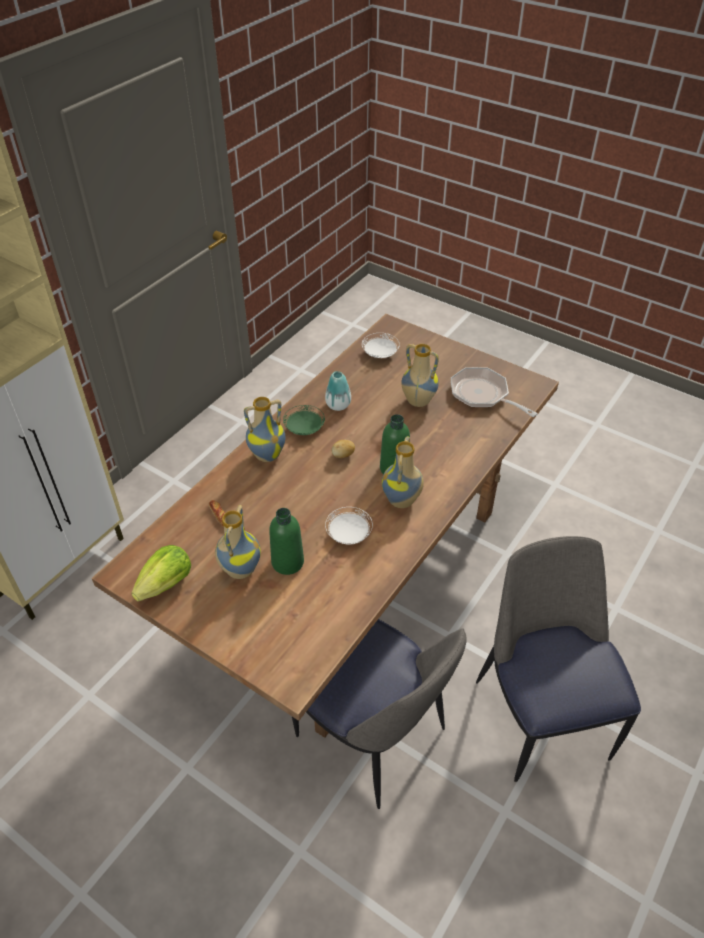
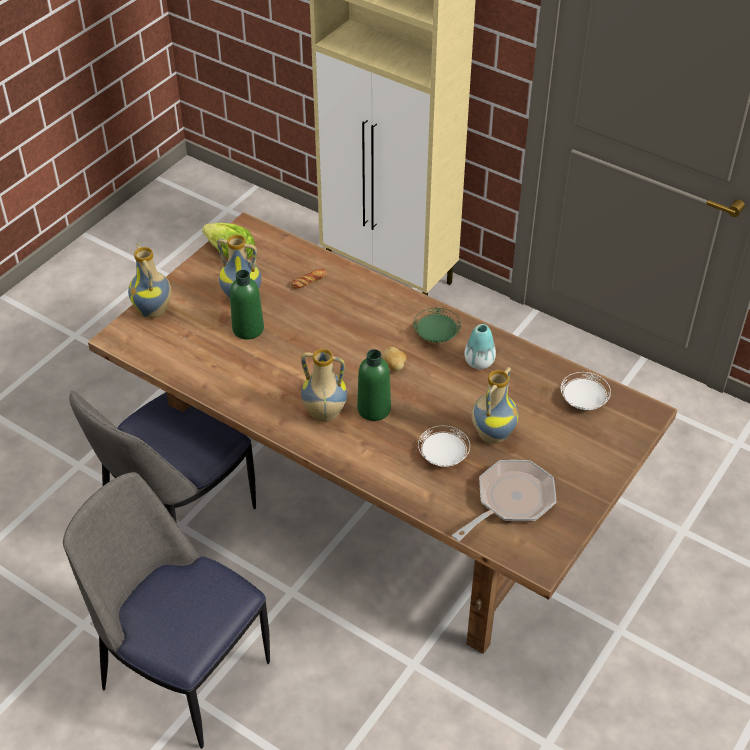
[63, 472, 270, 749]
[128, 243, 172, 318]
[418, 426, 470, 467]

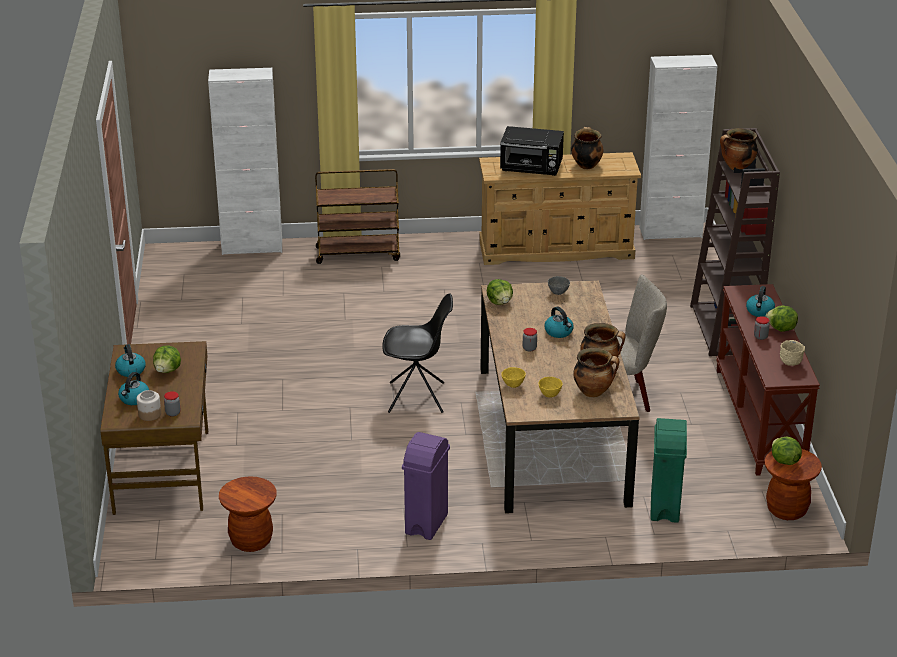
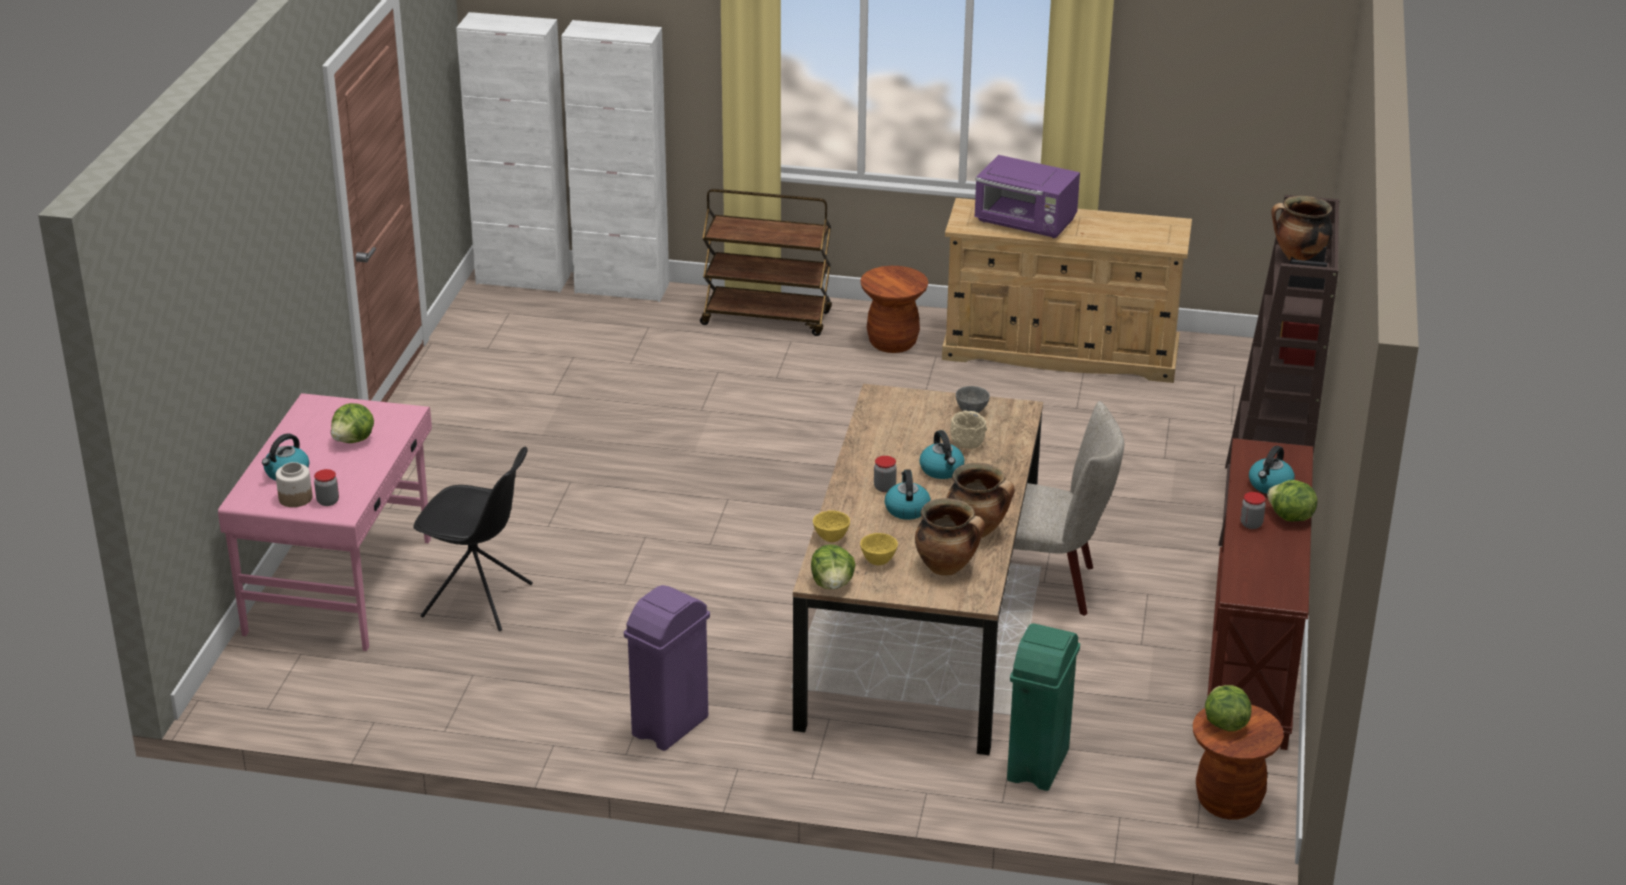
[218, 393, 432, 651]
[414, 446, 533, 631]
[456, 12, 571, 293]
[811, 544, 856, 590]
[860, 266, 928, 353]
[885, 469, 931, 520]
[950, 410, 987, 449]
[974, 155, 1080, 238]
[571, 127, 603, 169] (first image)

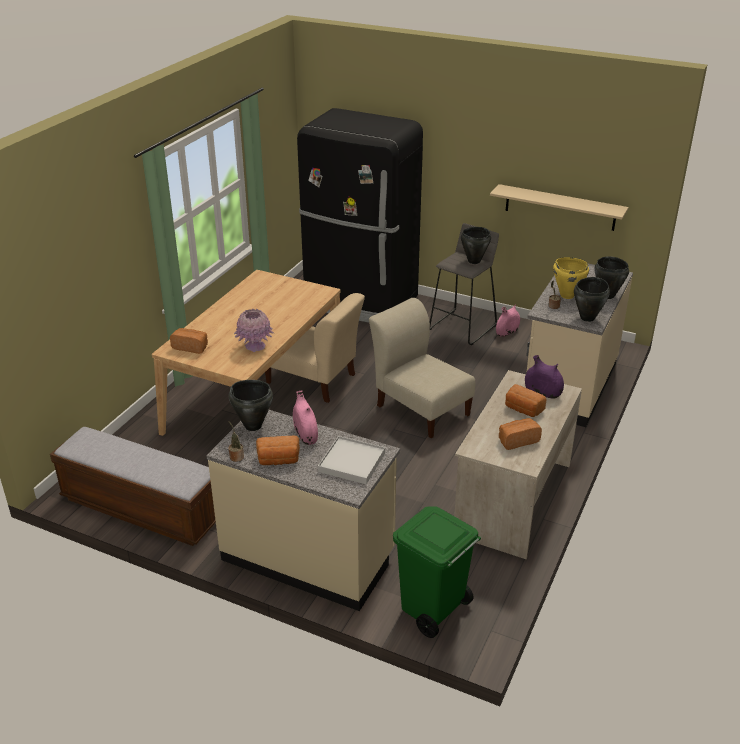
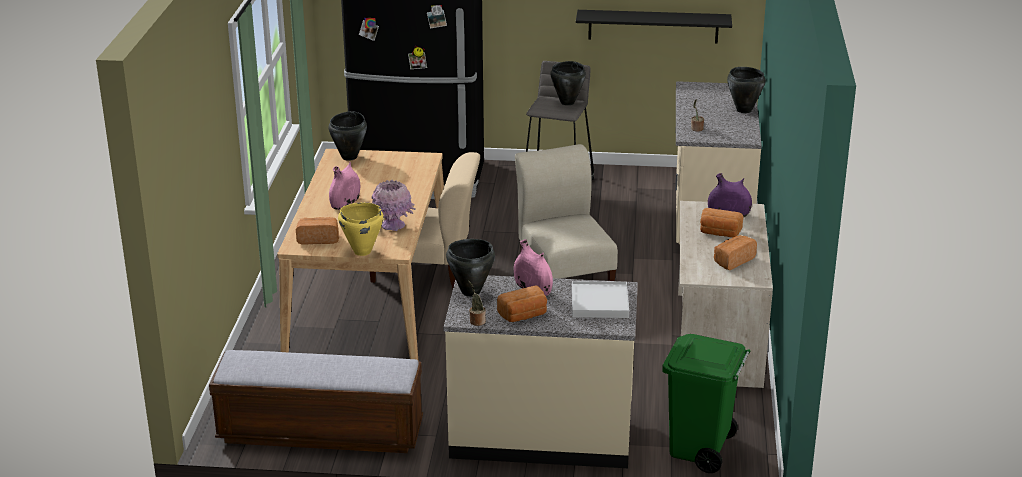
[329, 111, 367, 161]
[329, 162, 360, 210]
[338, 203, 384, 256]
[515, 144, 618, 281]
[576, 10, 732, 44]

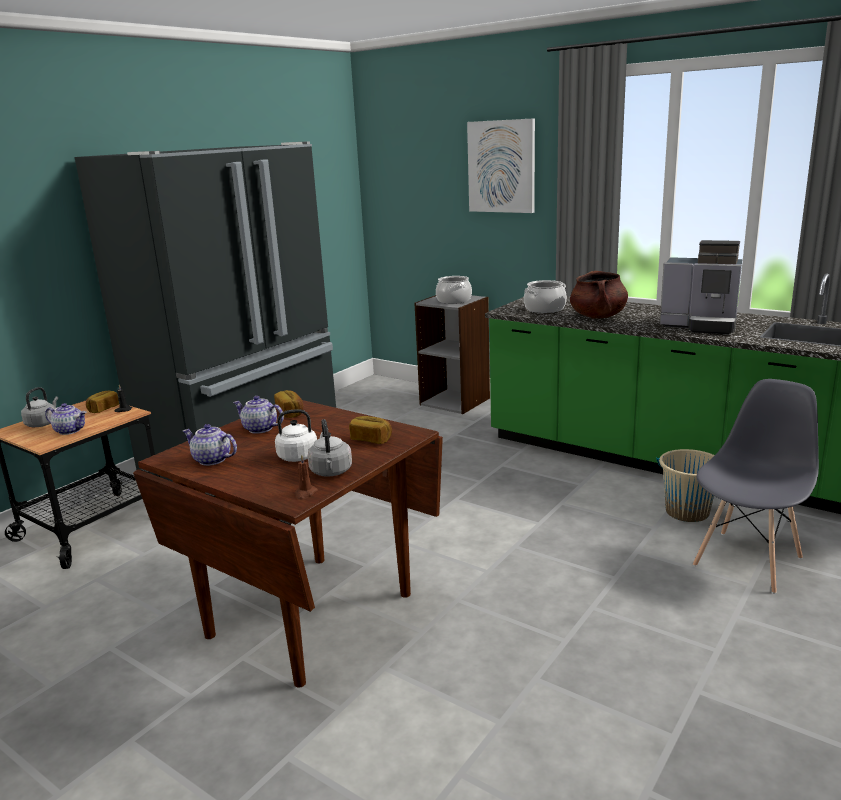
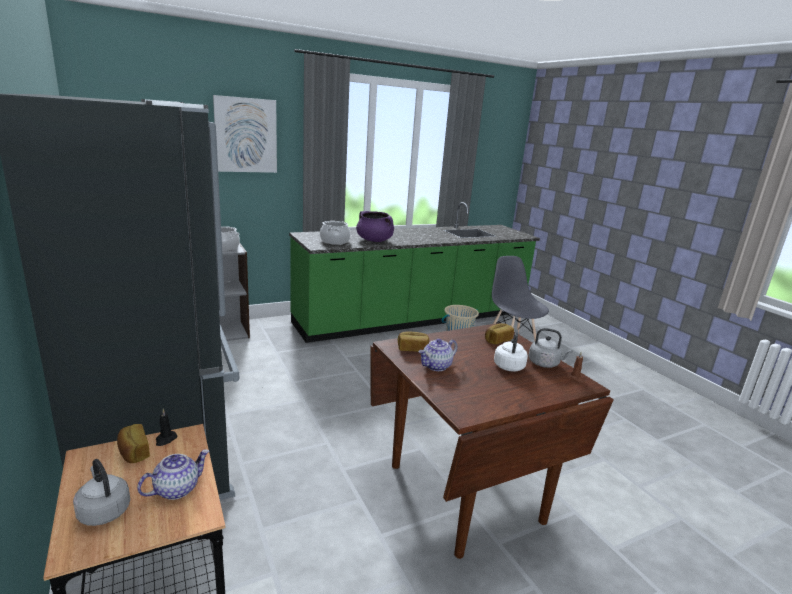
[356, 211, 394, 242]
[183, 424, 237, 466] (first image)
[660, 240, 742, 334] (first image)

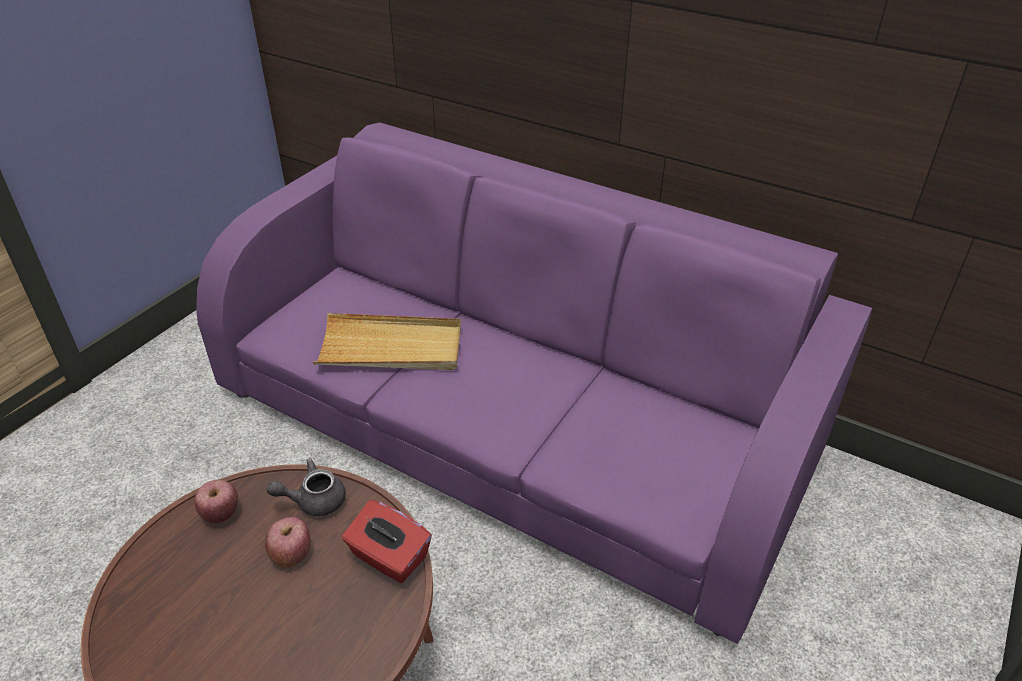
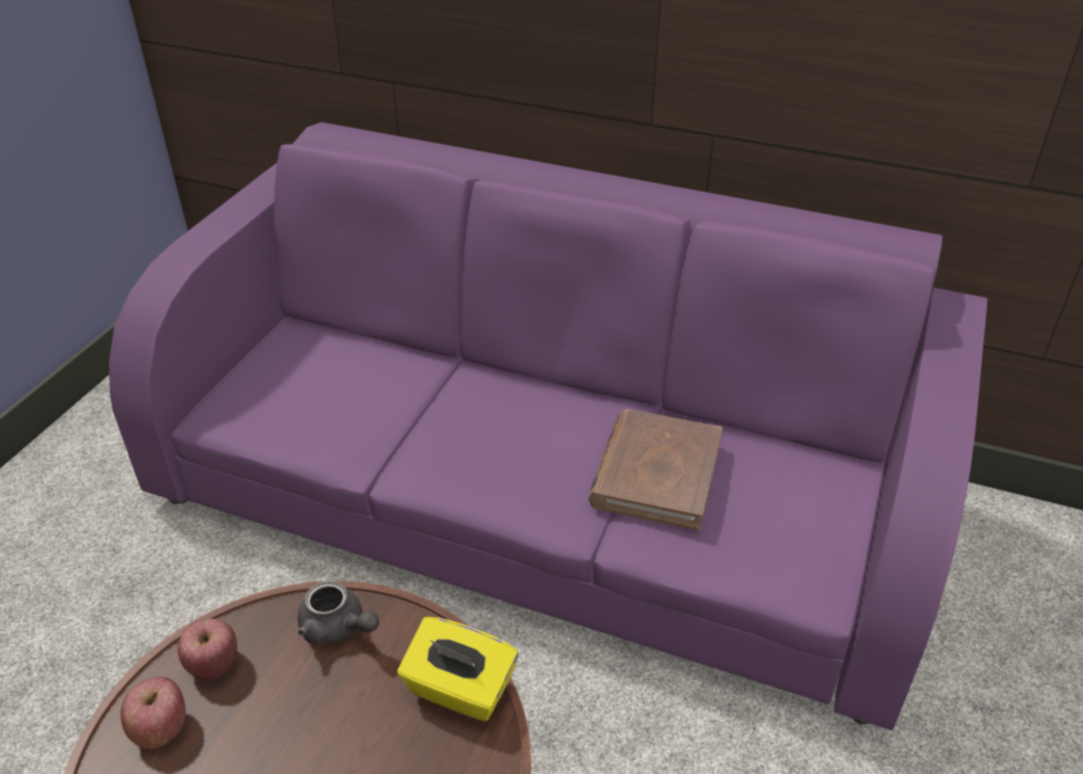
[120, 676, 186, 749]
[297, 581, 379, 644]
[398, 617, 518, 722]
[588, 409, 723, 531]
[313, 313, 461, 370] (first image)

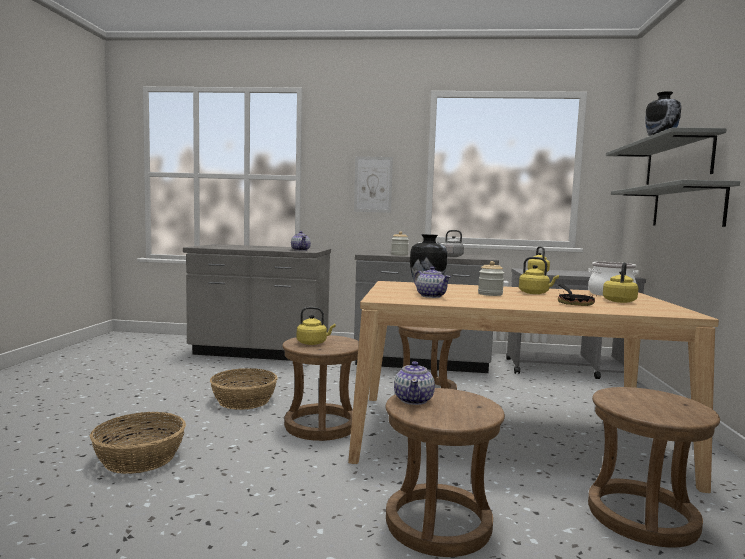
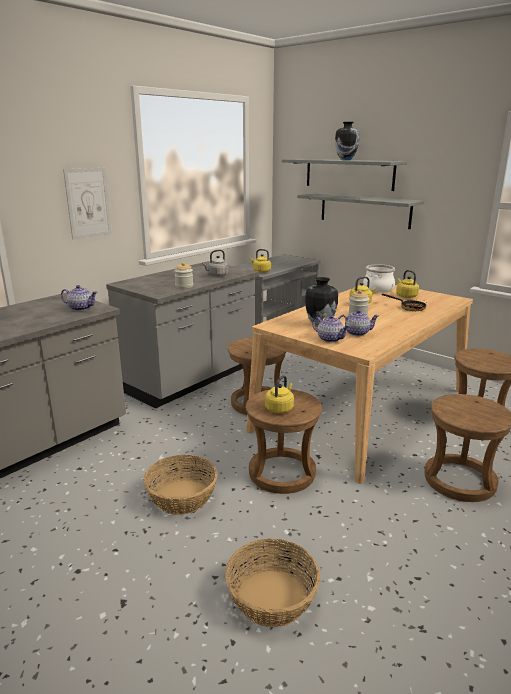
[312, 315, 350, 343]

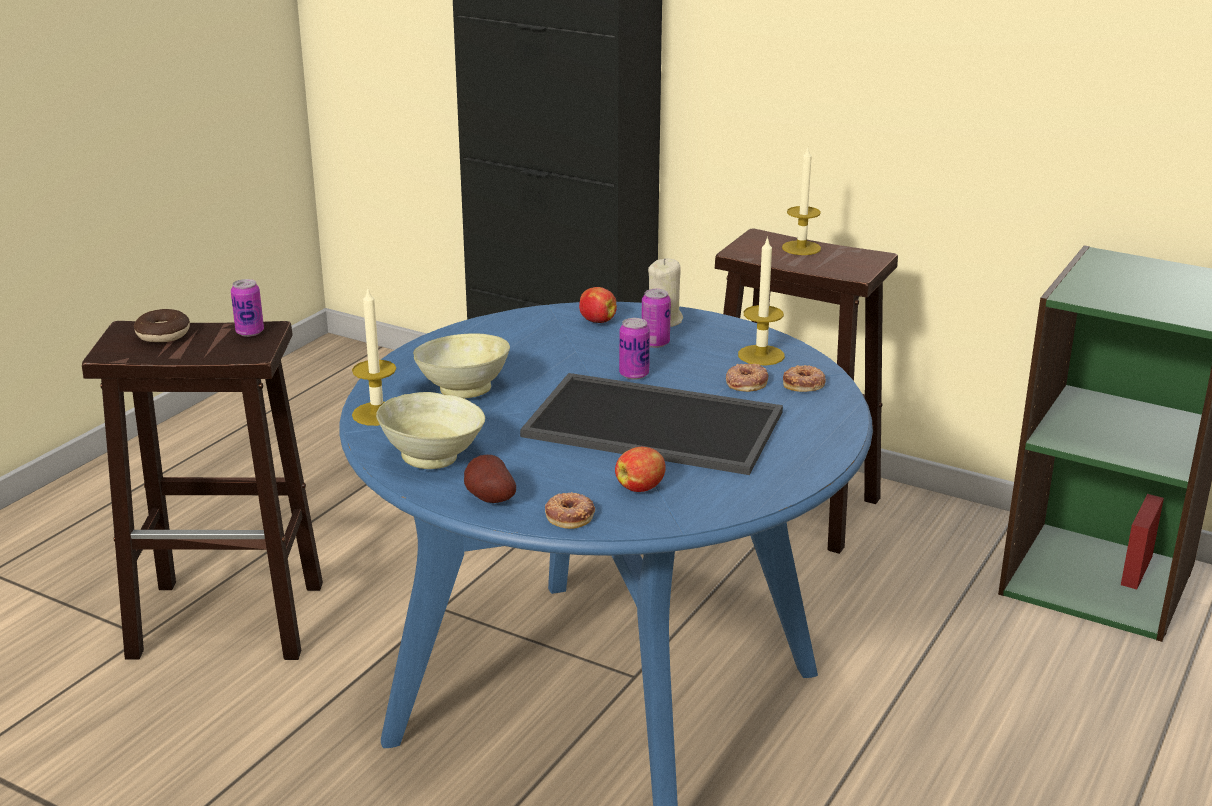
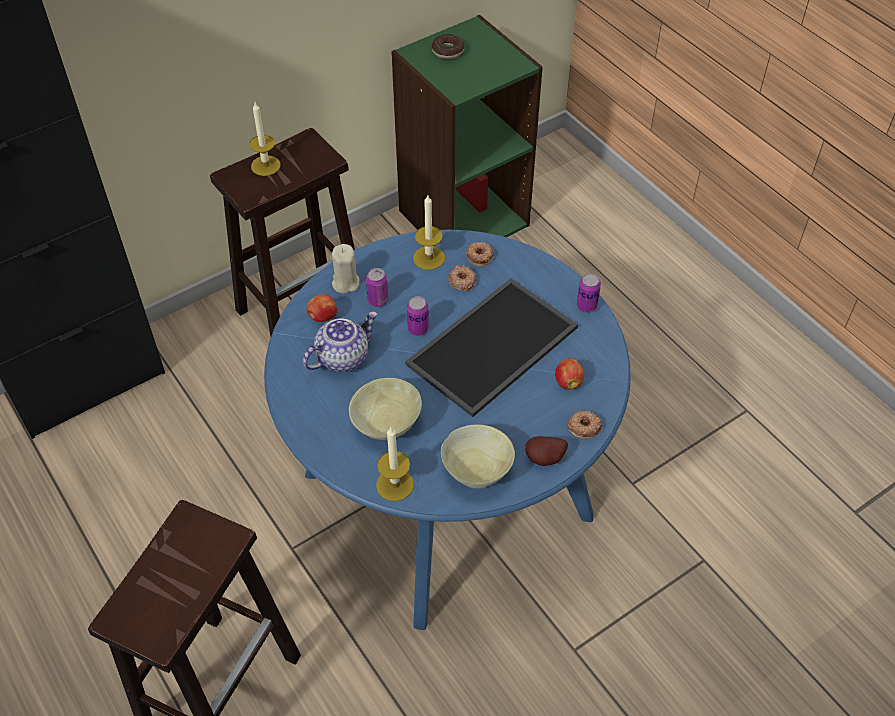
[303, 311, 377, 372]
[431, 34, 464, 59]
[577, 273, 601, 313]

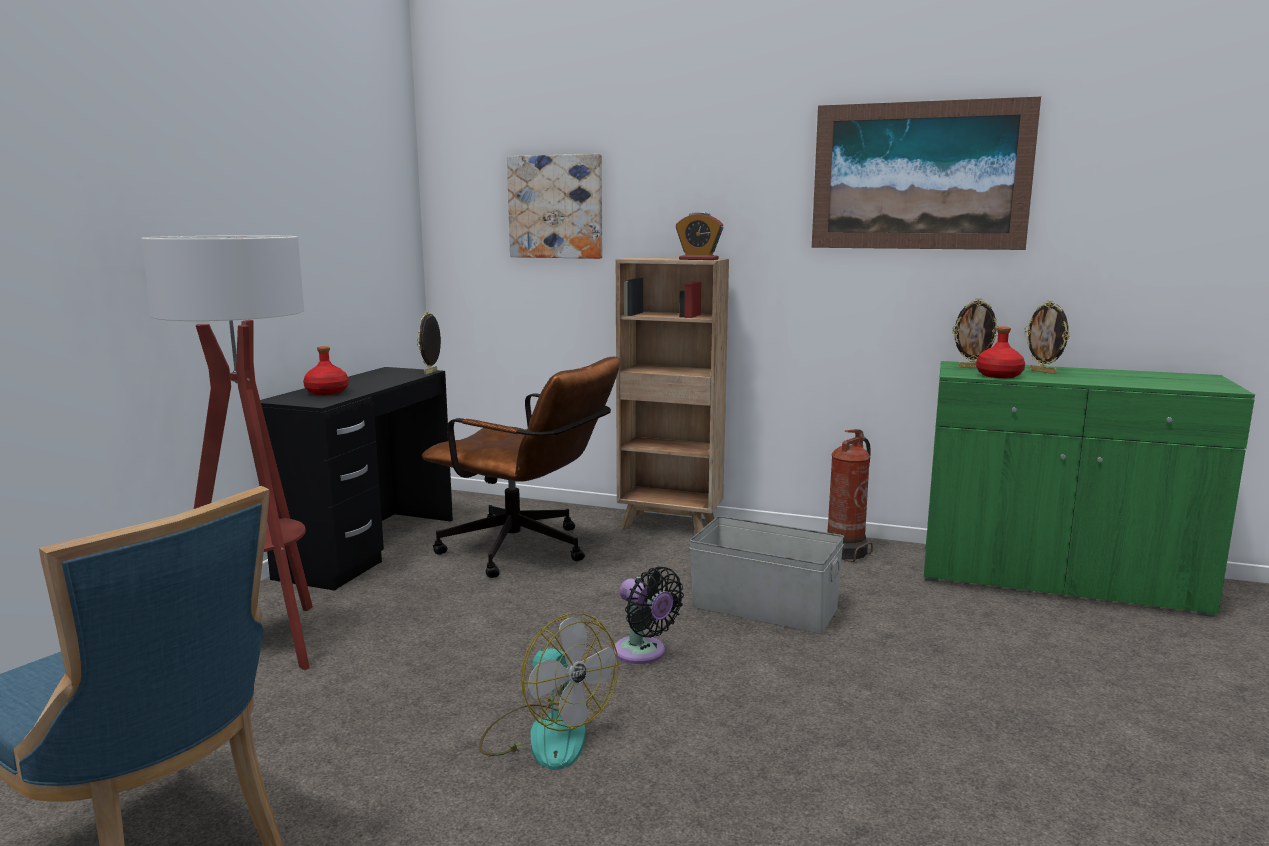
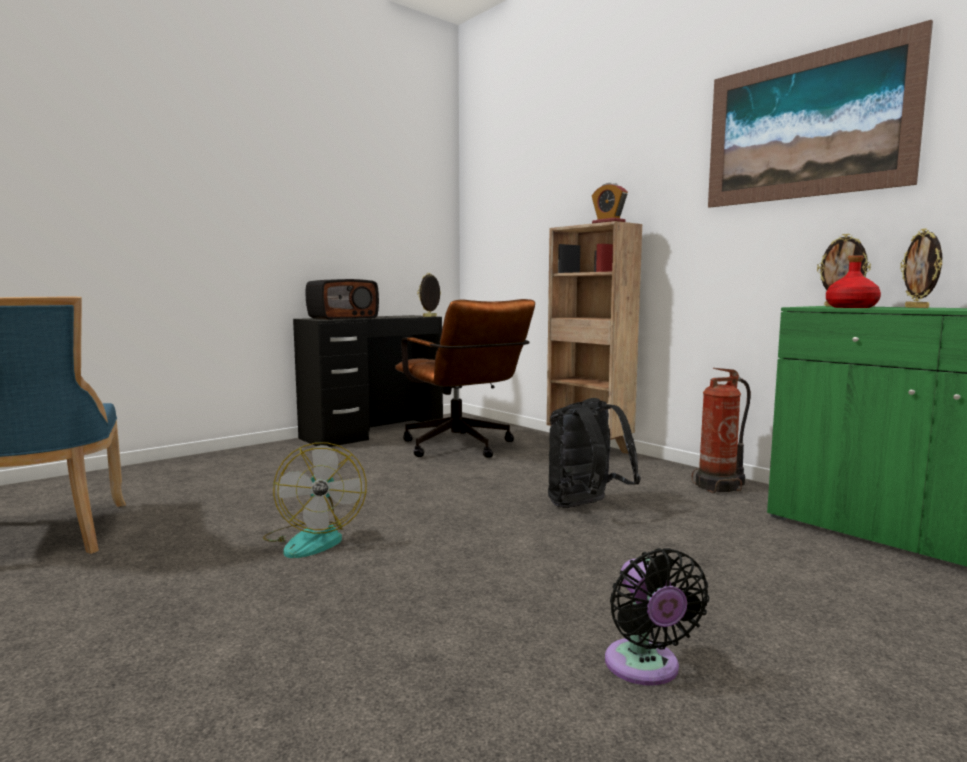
[306, 279, 379, 320]
[548, 398, 641, 508]
[605, 548, 709, 686]
[141, 235, 313, 670] (first image)
[507, 154, 602, 259] (first image)

